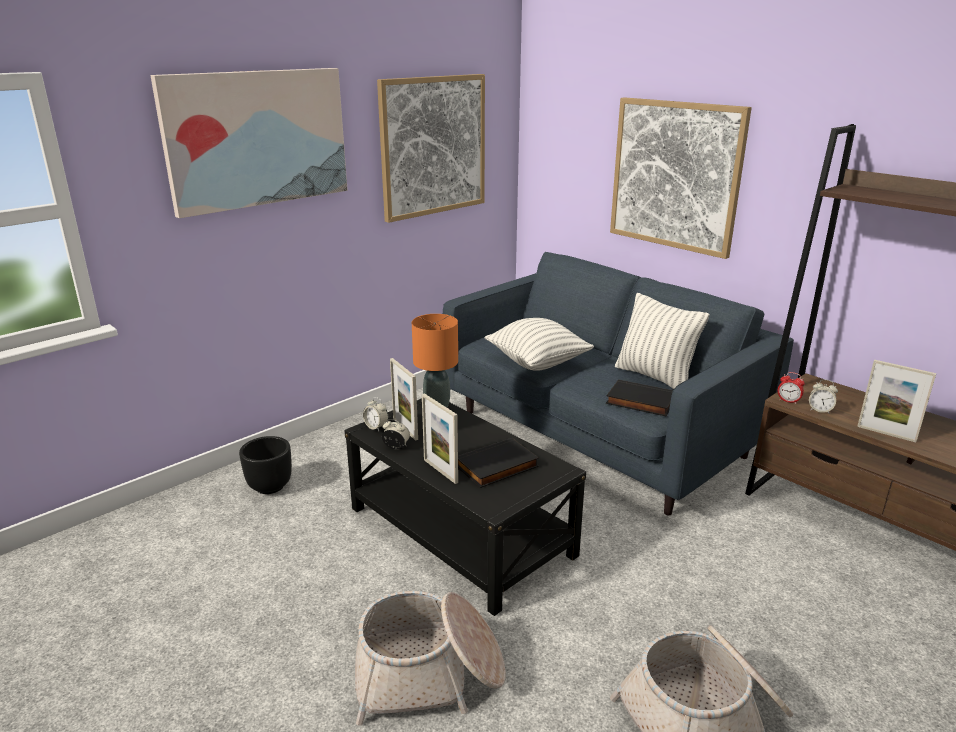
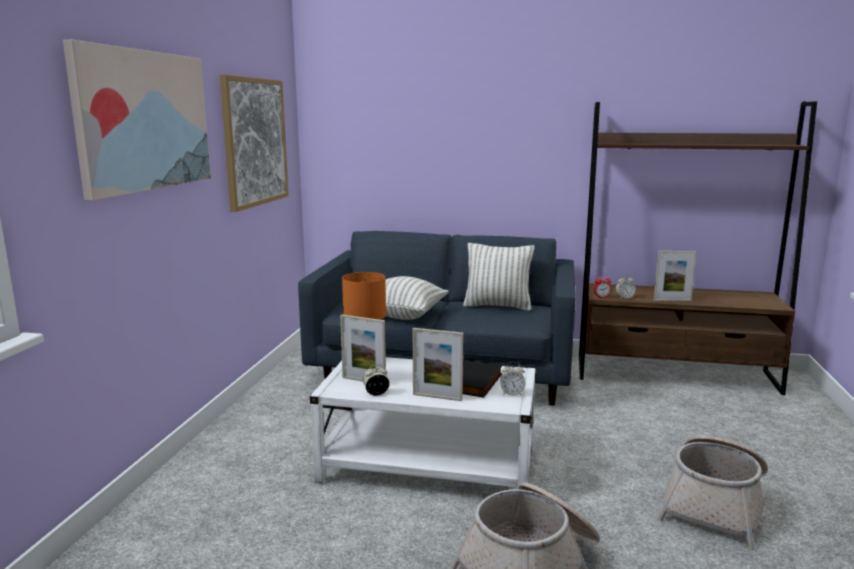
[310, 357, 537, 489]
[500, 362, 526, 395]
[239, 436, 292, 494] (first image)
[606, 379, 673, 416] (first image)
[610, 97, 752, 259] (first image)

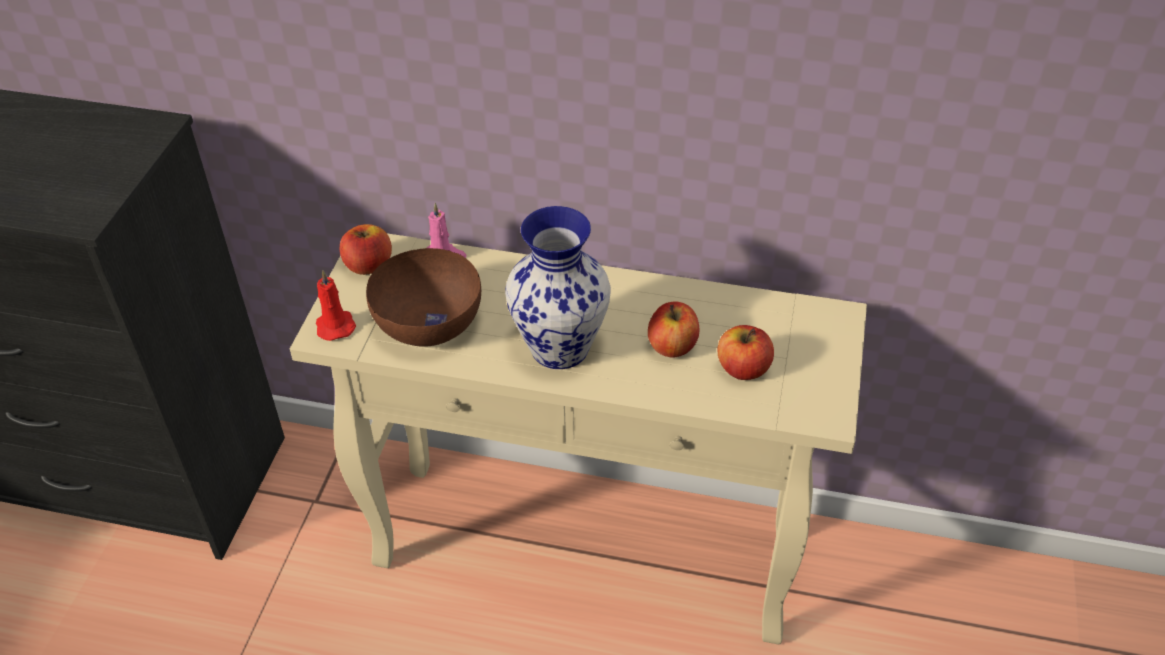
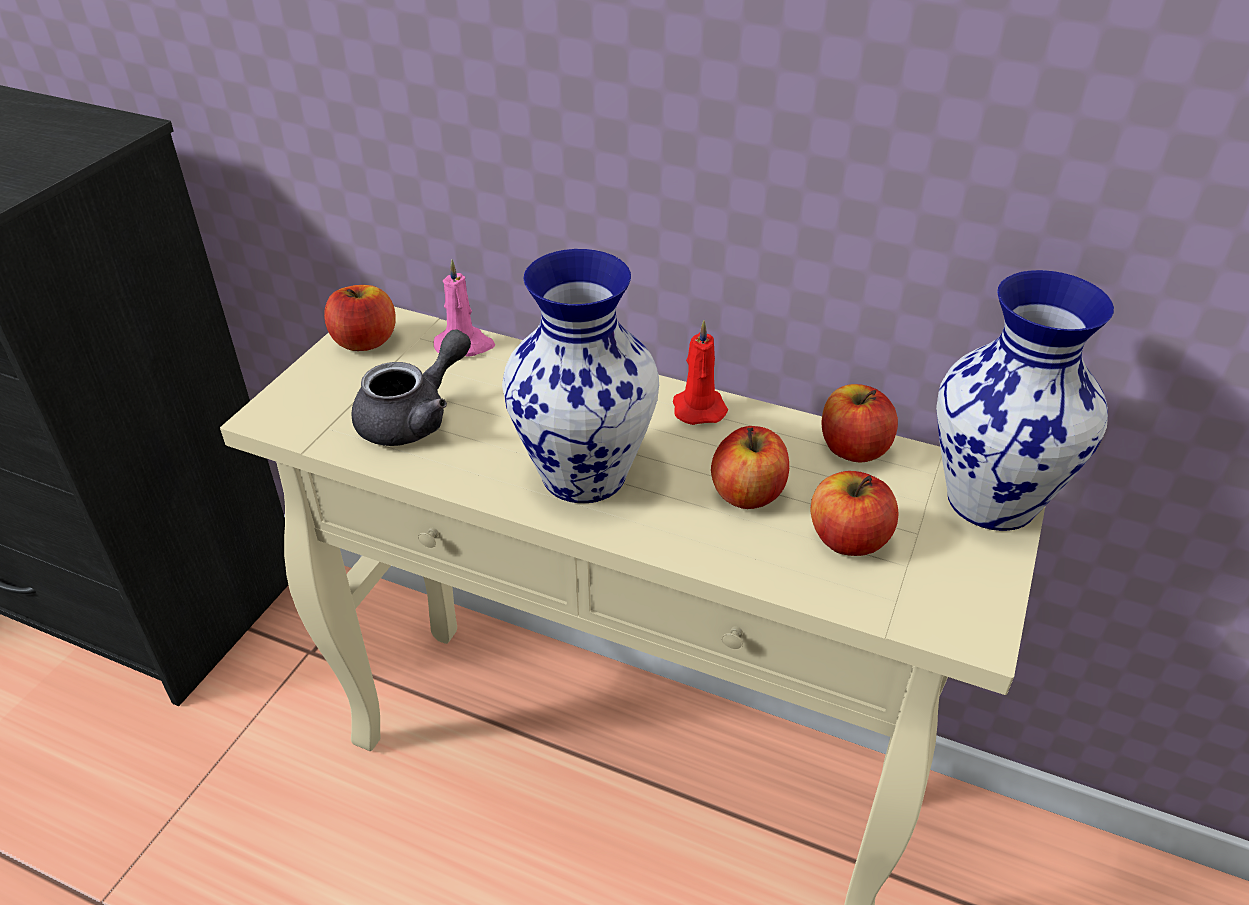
[352, 329, 471, 446]
[673, 320, 728, 425]
[822, 384, 898, 463]
[936, 270, 1114, 531]

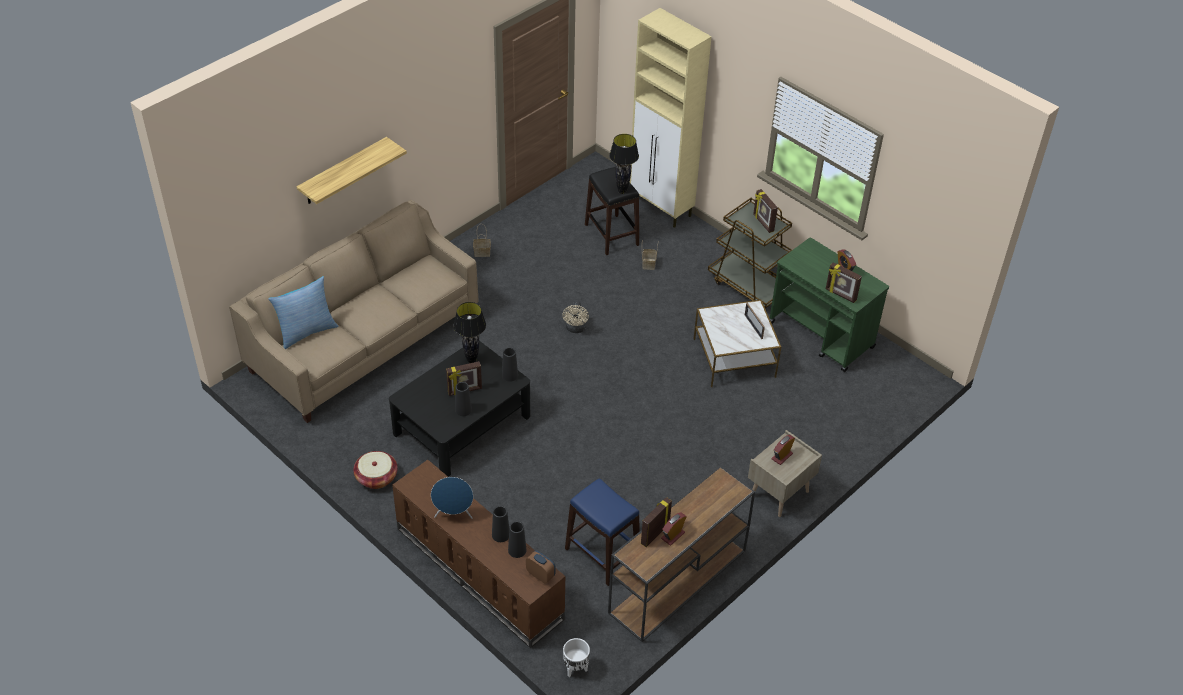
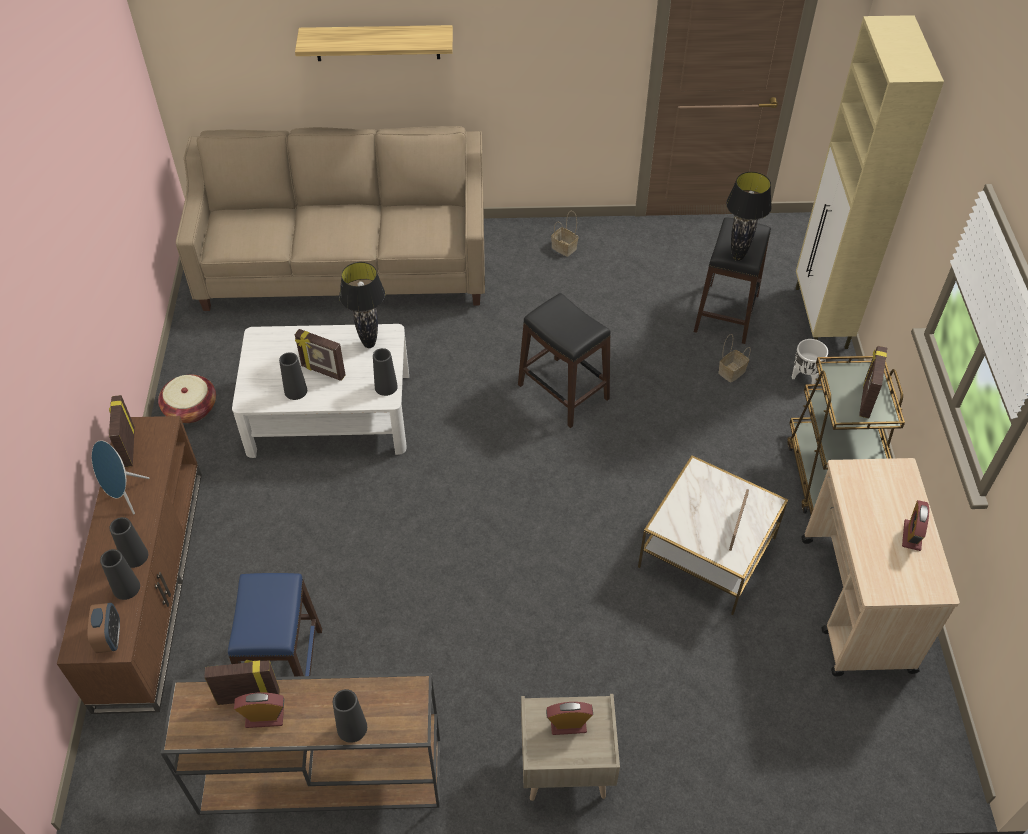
[109, 395, 135, 467]
[232, 324, 409, 458]
[333, 689, 367, 743]
[518, 293, 611, 428]
[792, 339, 828, 384]
[802, 458, 960, 676]
[268, 276, 339, 349] (first image)

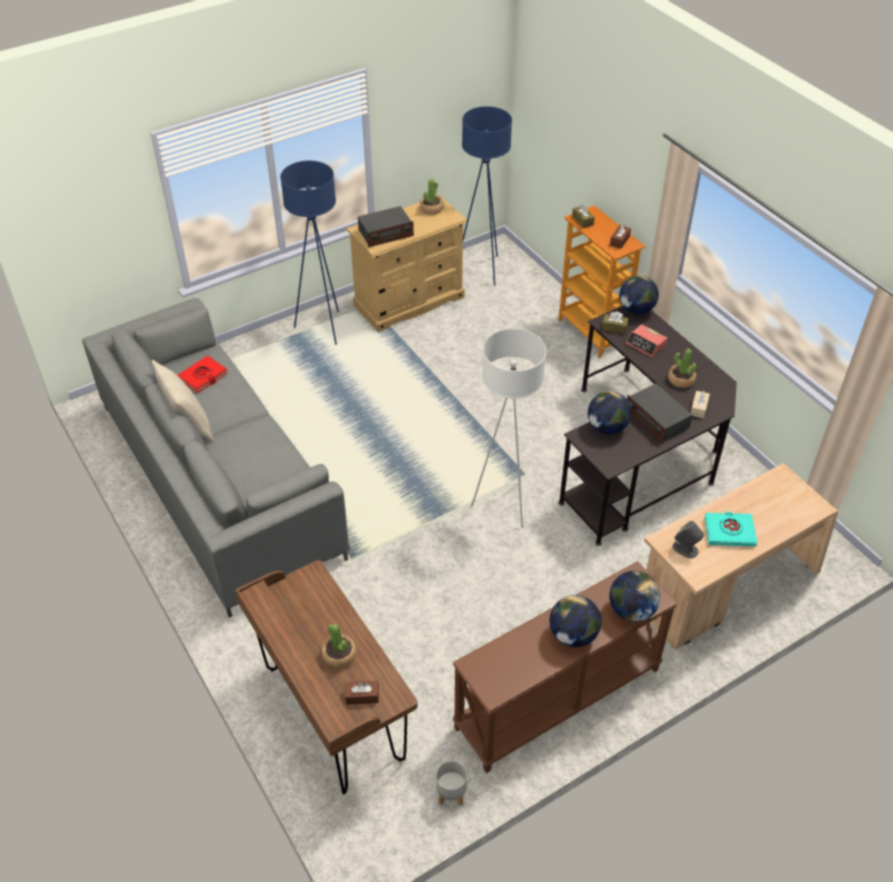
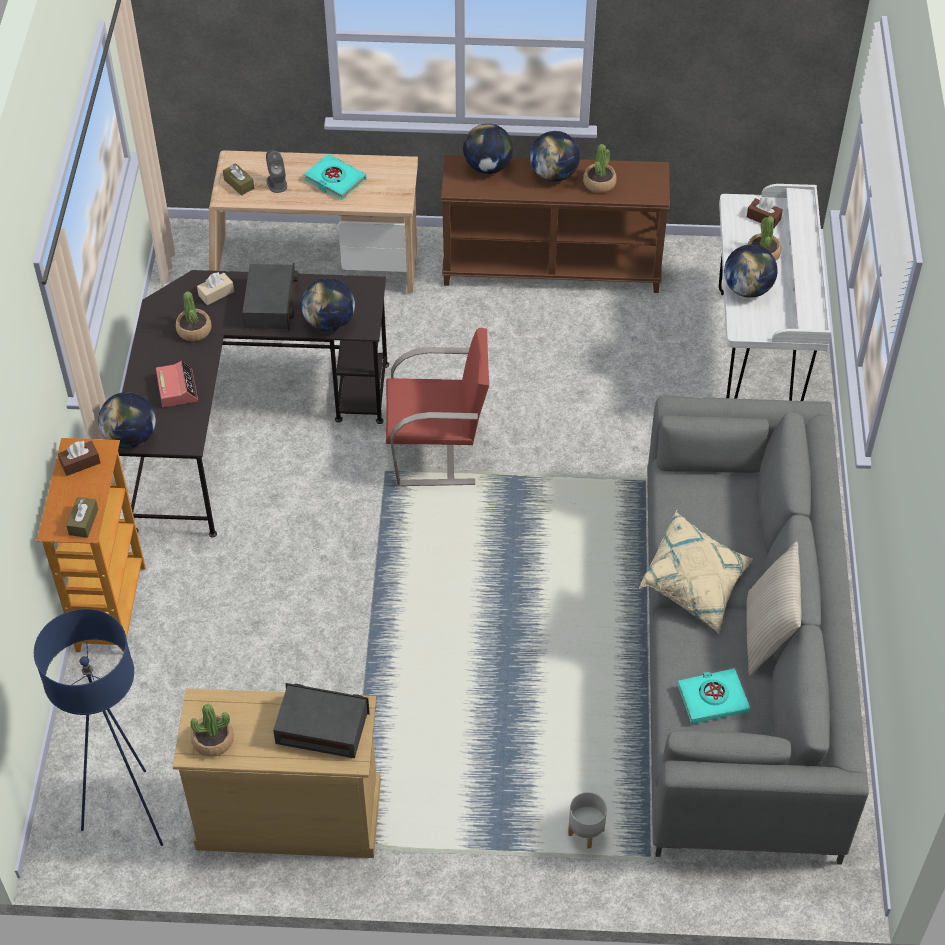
[223, 163, 254, 196]
[266, 150, 287, 193]
[386, 328, 489, 486]
[568, 792, 607, 849]
[583, 144, 617, 193]
[639, 510, 753, 634]
[677, 668, 750, 724]
[719, 184, 831, 401]
[724, 244, 778, 298]
[280, 161, 339, 345] (first image)

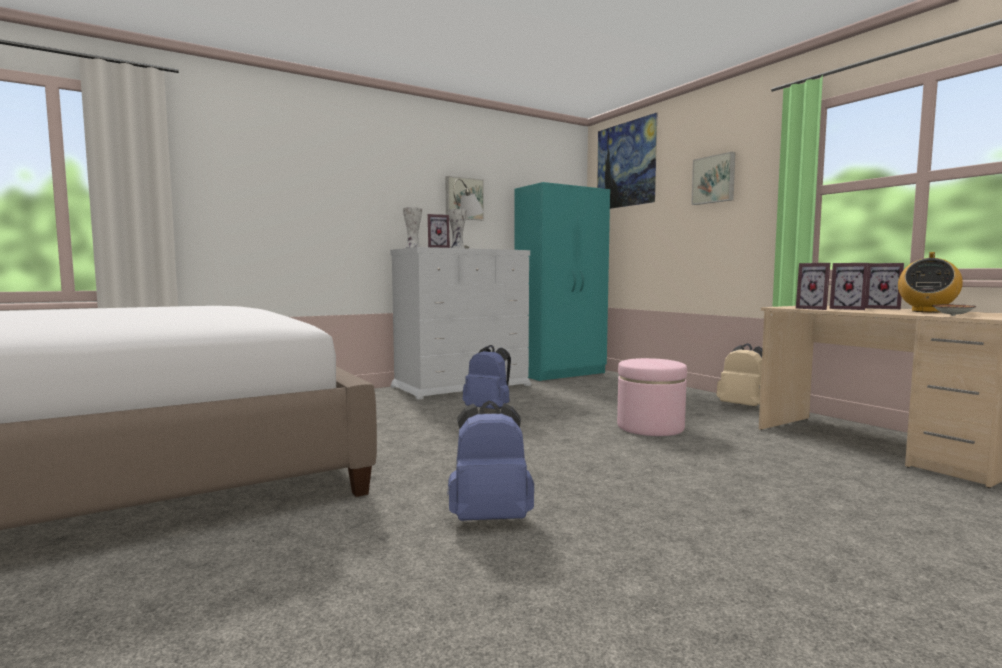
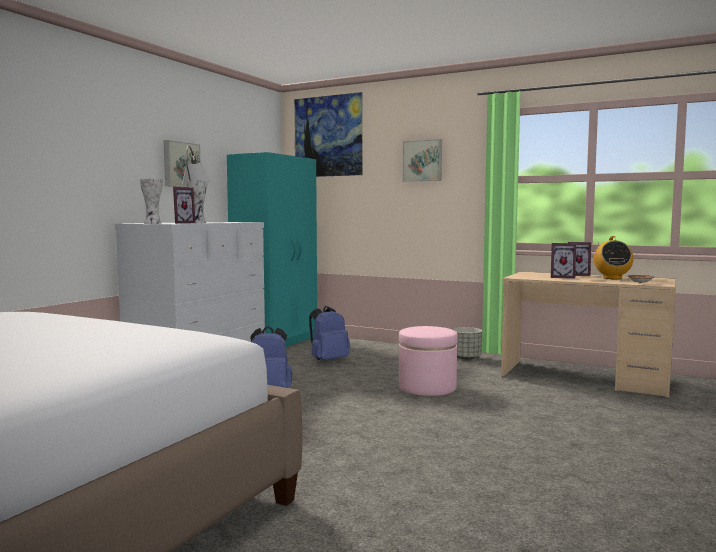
[309, 306, 350, 360]
[452, 327, 482, 360]
[796, 263, 830, 310] (first image)

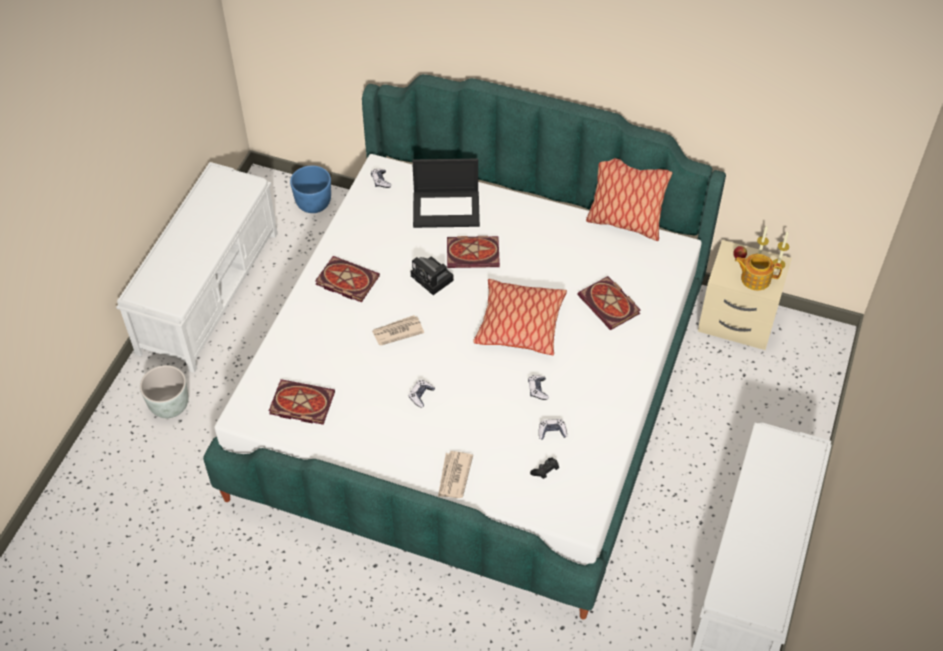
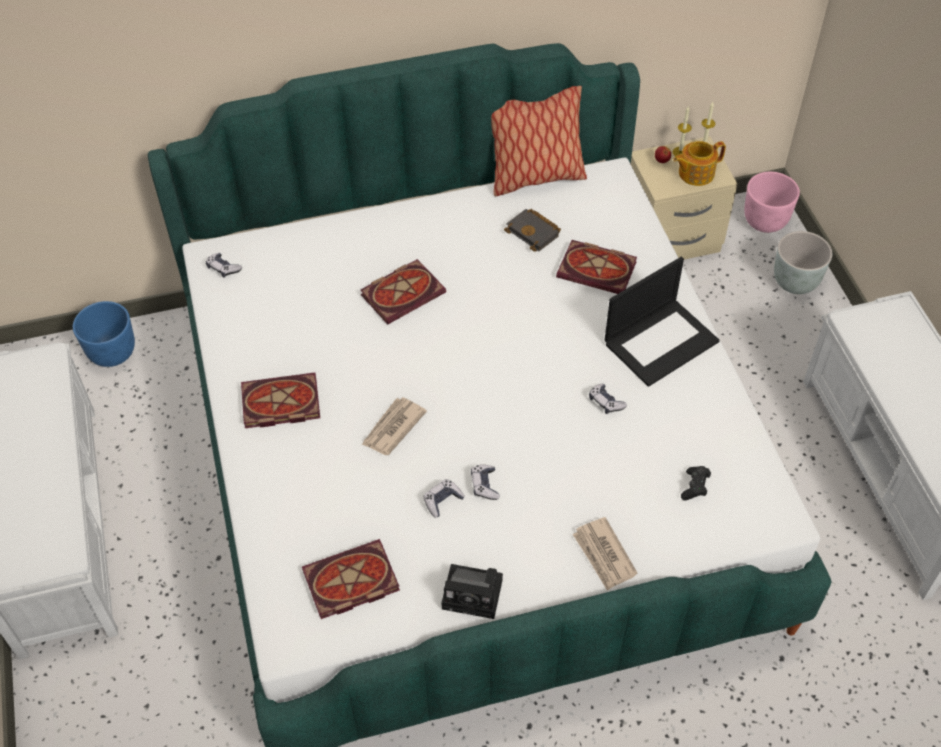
[424, 479, 465, 518]
[441, 564, 503, 619]
[504, 209, 561, 252]
[605, 257, 720, 387]
[744, 172, 800, 233]
[774, 231, 832, 294]
[473, 279, 567, 355] (first image)

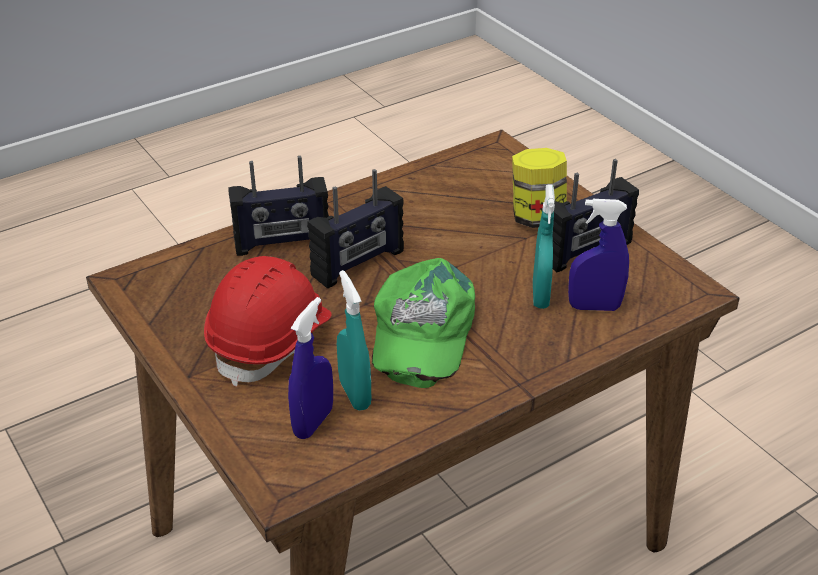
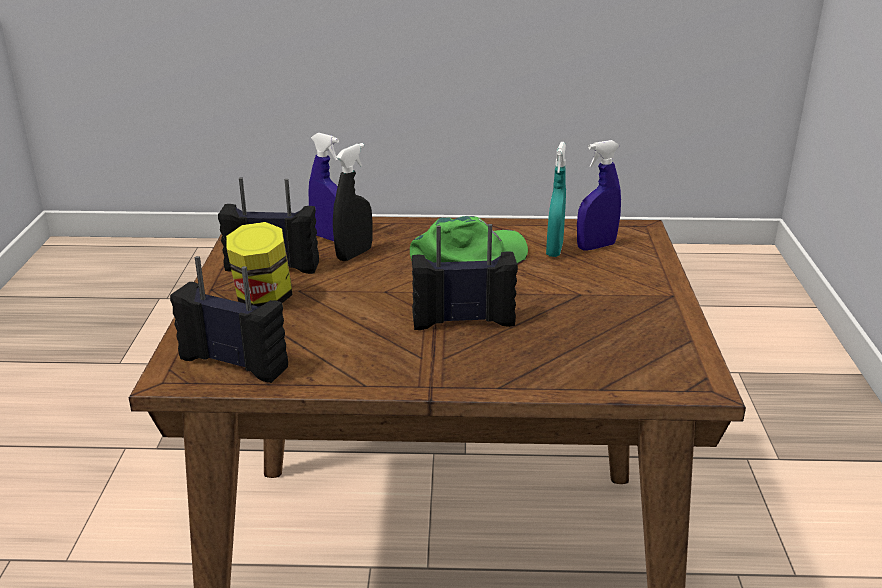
[170, 256, 288, 383]
[333, 143, 373, 261]
[204, 256, 332, 387] (first image)

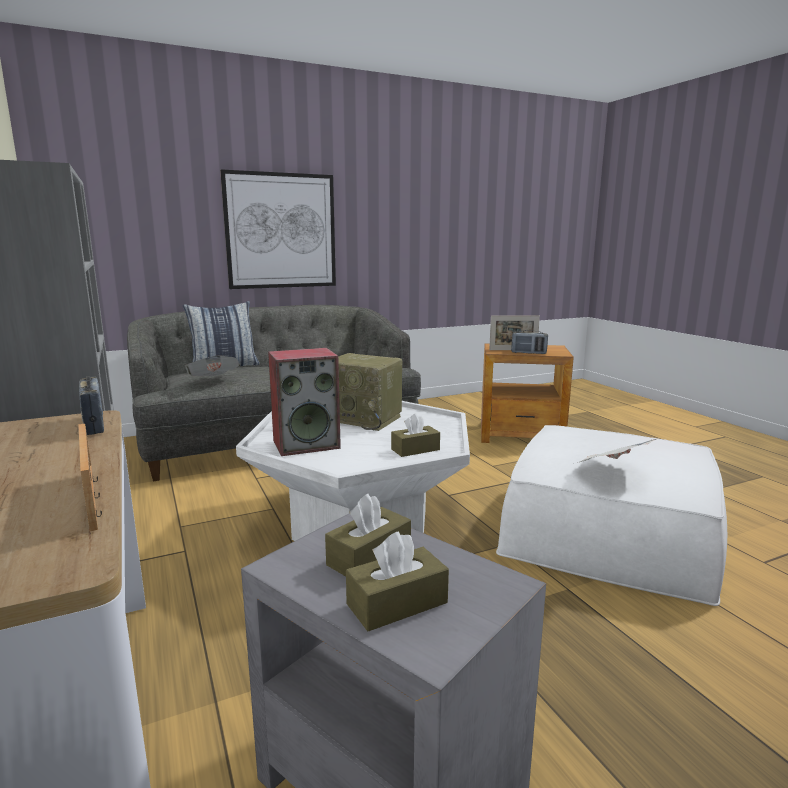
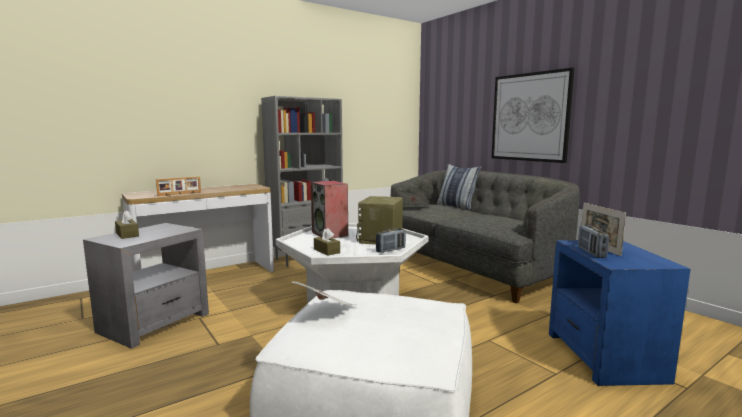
[376, 228, 406, 253]
[549, 240, 690, 386]
[325, 494, 411, 576] (first image)

